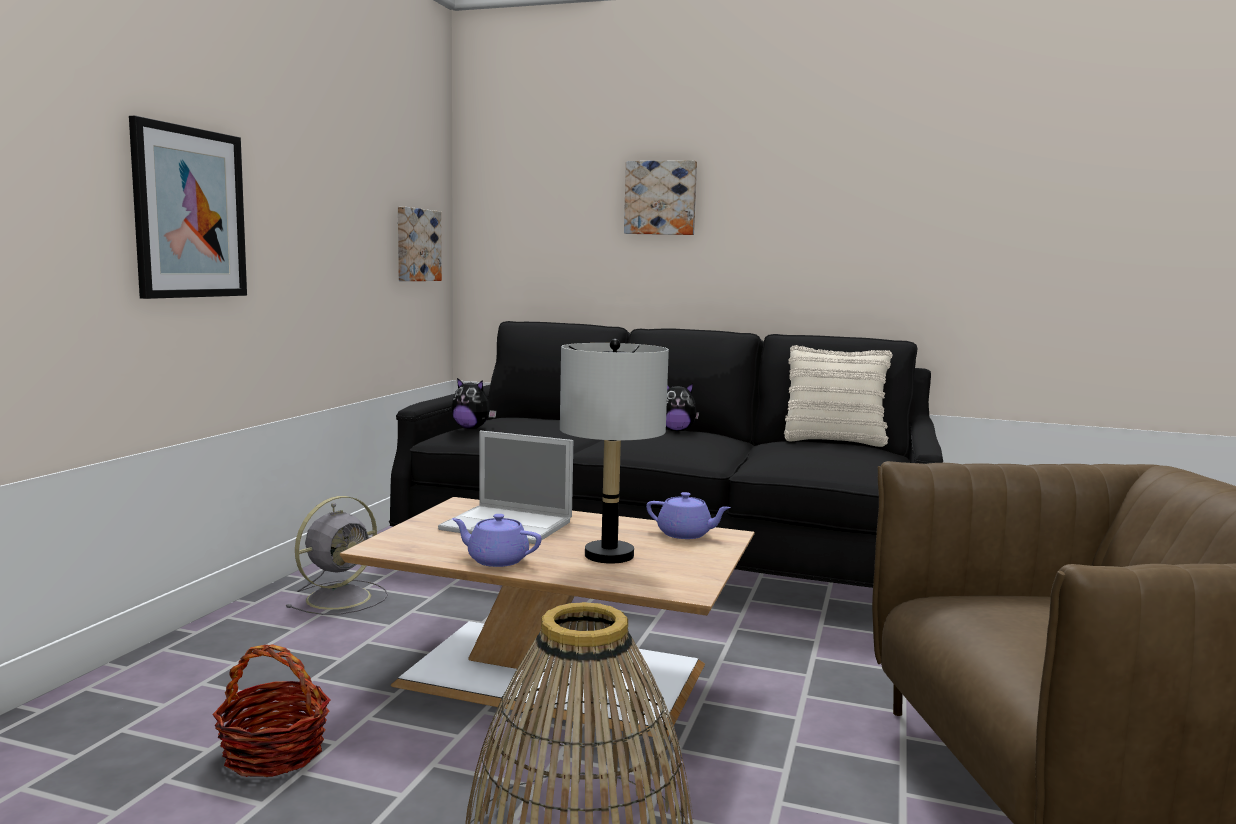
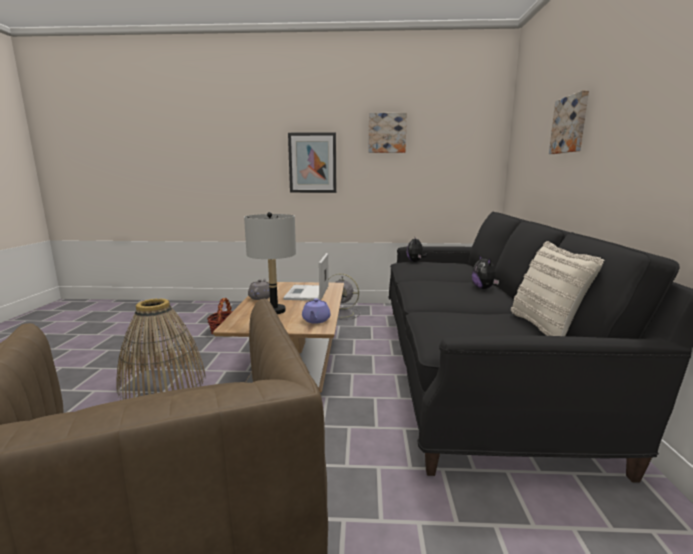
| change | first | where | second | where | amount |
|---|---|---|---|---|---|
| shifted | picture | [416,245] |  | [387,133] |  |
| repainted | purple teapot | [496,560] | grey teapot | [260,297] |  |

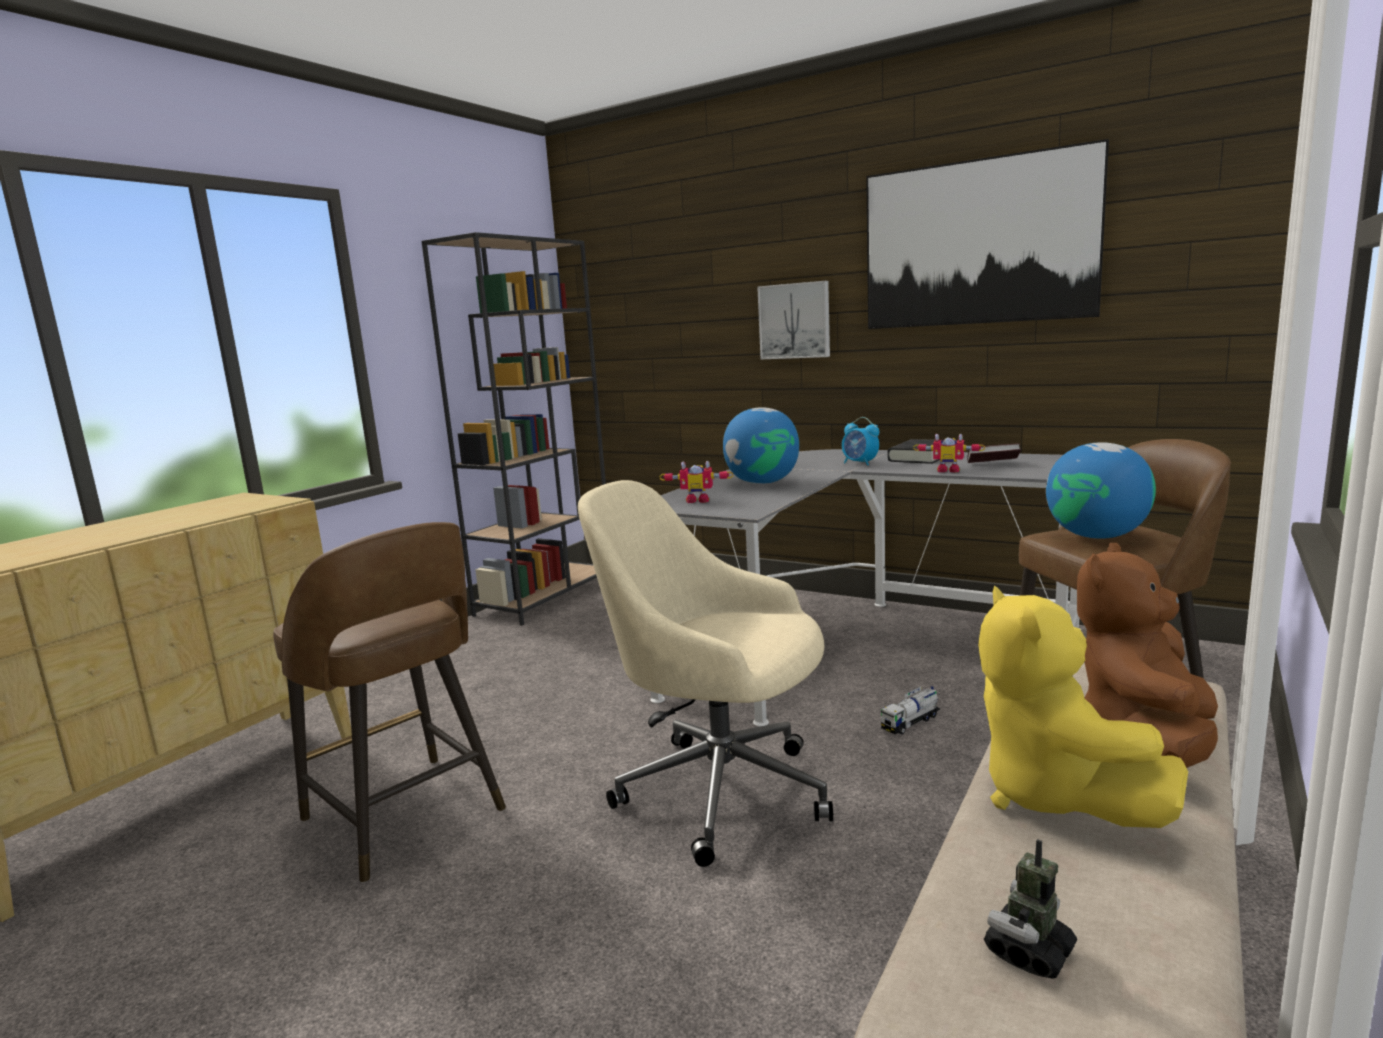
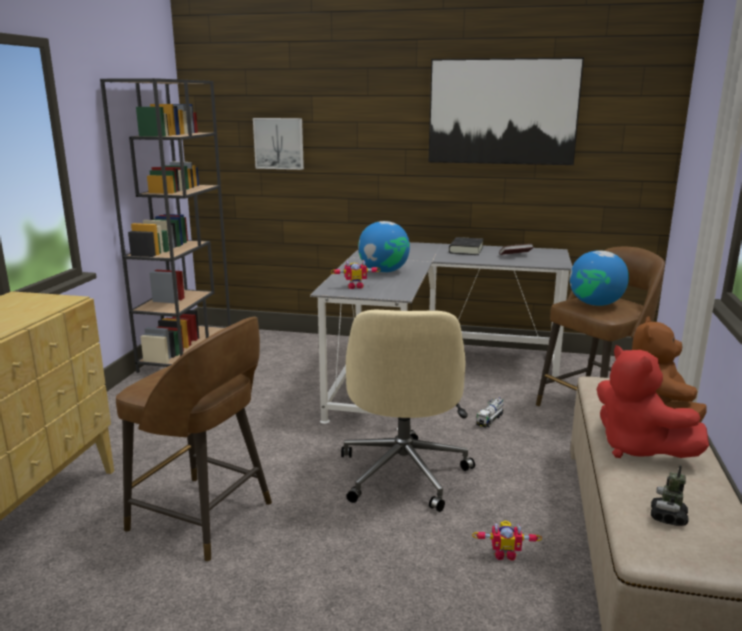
| change | first | where | second | where | amount |
|---|---|---|---|---|---|
| rotated | beige office chair | [720,793] |  | [403,474] | 90 degrees counterclockwise |
| shifted | picture | [795,321] |  | [279,143] |  |
| gone | alarm clock | [860,463] |  |  |  |
| shifted | toy robot | [948,470] |  | [504,553] |  |
| repainted | yellow plush toy | [1054,795] | red plush toy | [637,448] |  |

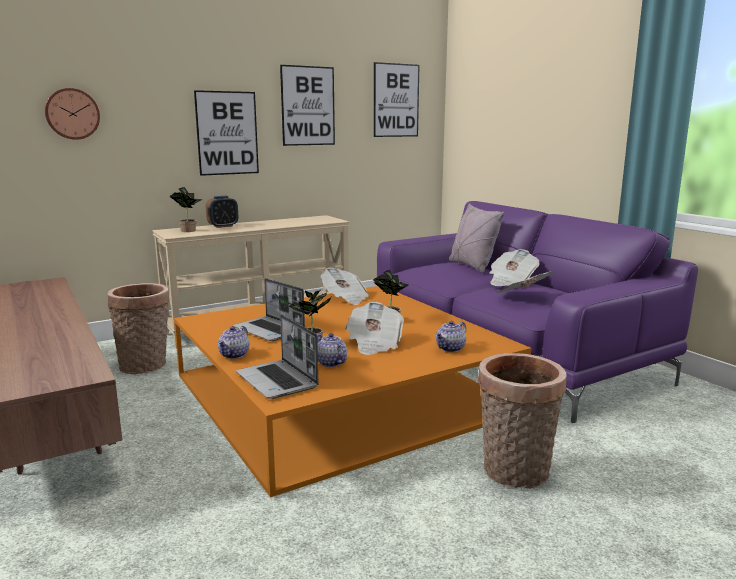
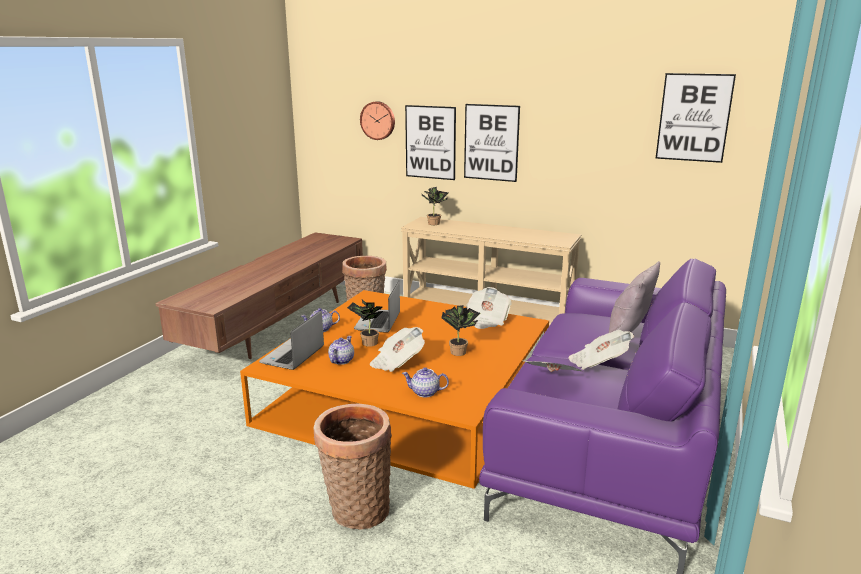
| change | first | where | second | where | amount |
|---|---|---|---|---|---|
| gone | alarm clock | [223,226] |  |  |  |
| shifted | picture | [308,106] |  | [430,142] |  |

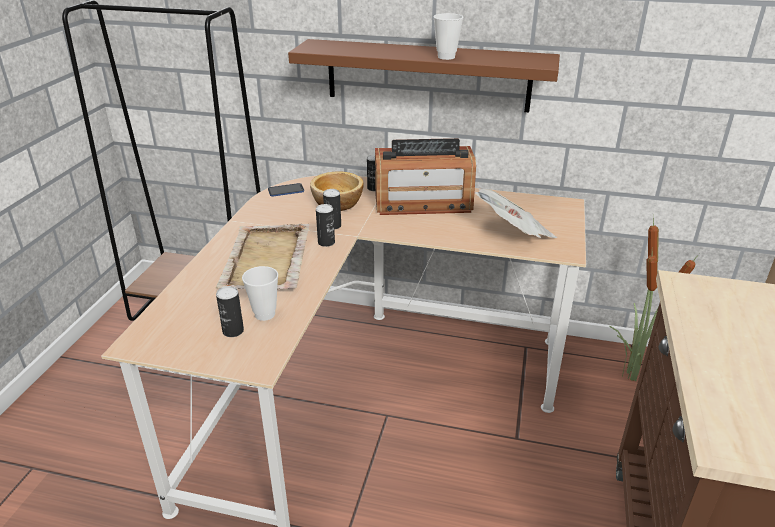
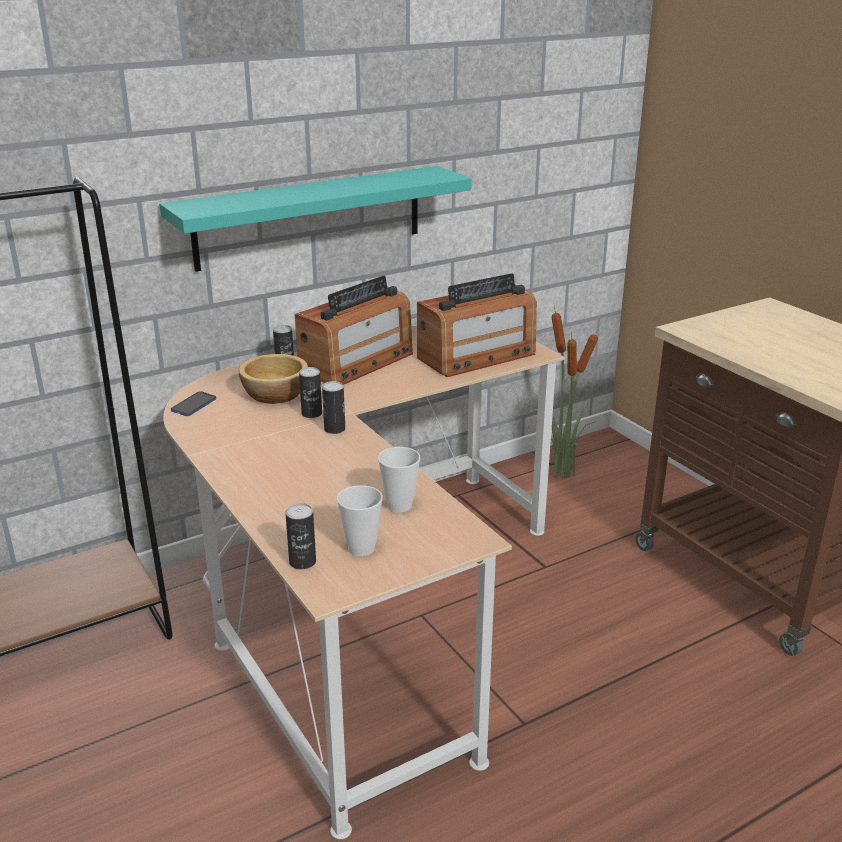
| change | first | where | second | where | amount |
|---|---|---|---|---|---|
| gone | beige tray | [266,260] |  |  |  |
| shifted | can | [233,331] |  | [302,562] |  |
| repainted | brown shelf | [427,75] | turquoise shelf | [310,217] |  |
| shifted | cup | [446,57] |  | [361,548] |  |
| swapped | newspaper | [514,234] | radio | [477,356] |  |

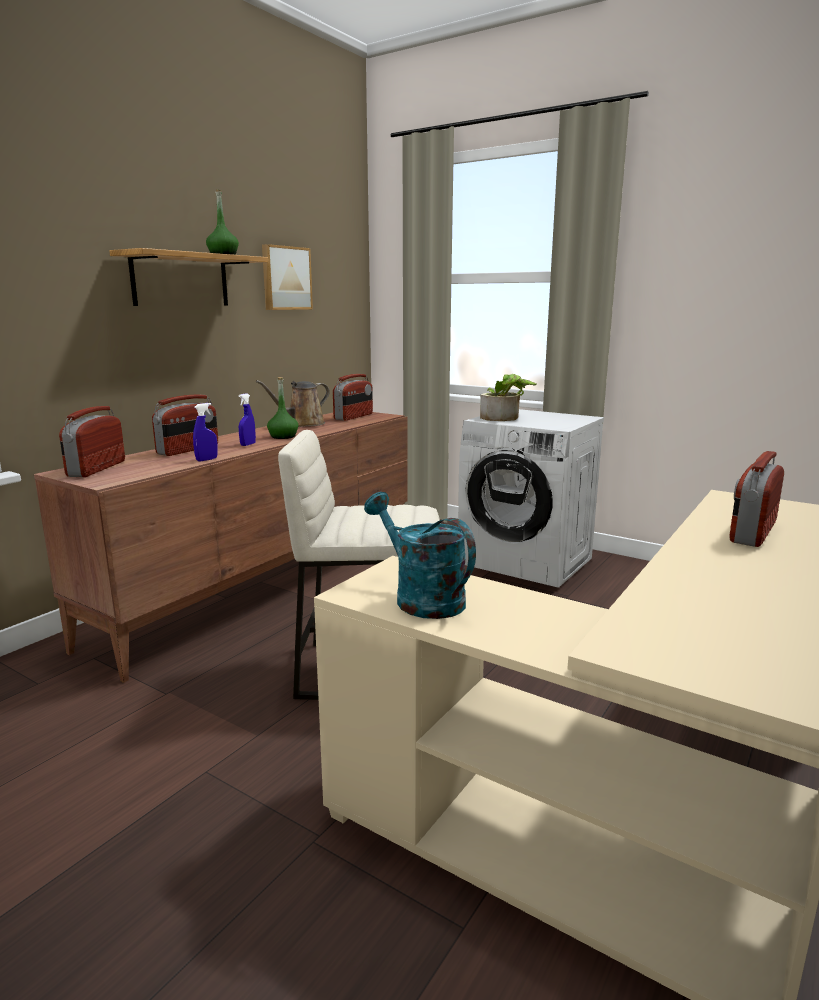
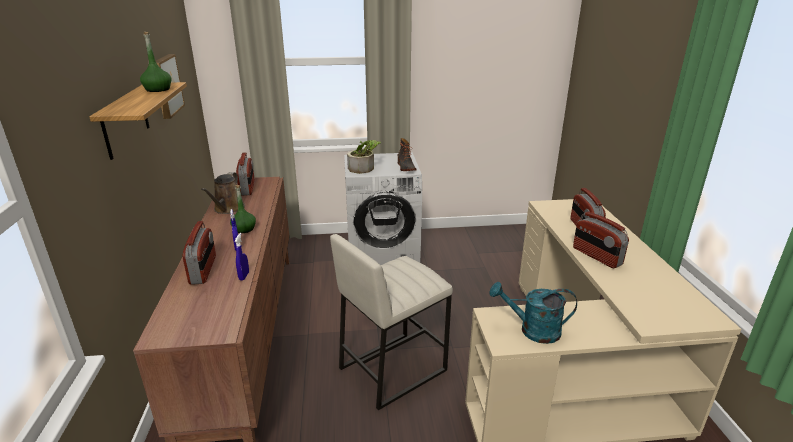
| change | first | where | second | where | amount |
|---|---|---|---|---|---|
| shifted | radio | [96,469] |  | [596,256] |  |
| new |  |  | boot | [405,167] |  |

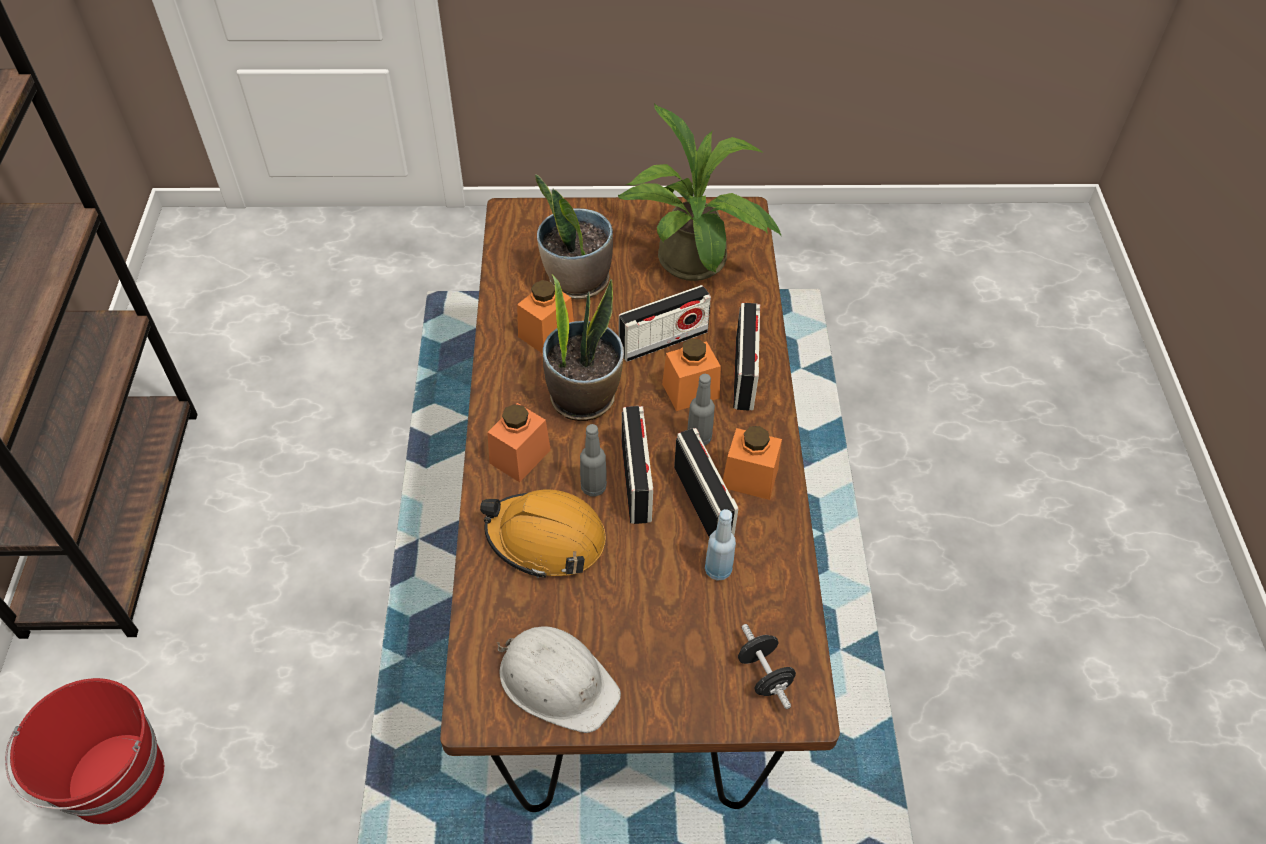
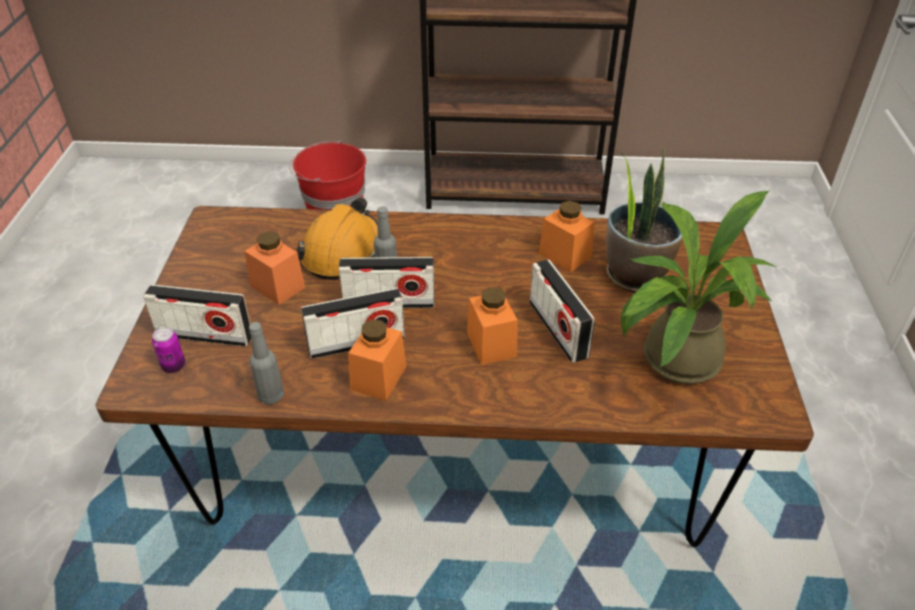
| change | first | where | second | where | amount |
|---|---|---|---|---|---|
| shifted | orange jar | [520,456] |  | [277,286] |  |
| gone | white hard hat | [557,680] |  |  |  |
| gone | potted plant | [583,397] |  |  |  |
| shifted | grey bottle | [699,438] |  | [271,396] |  |
| gone | blue bottle | [718,570] |  |  |  |
| shifted | radio | [744,373] |  | [205,335] |  |
| swapped | black dumbbell | [764,674] | can | [174,366] |  |

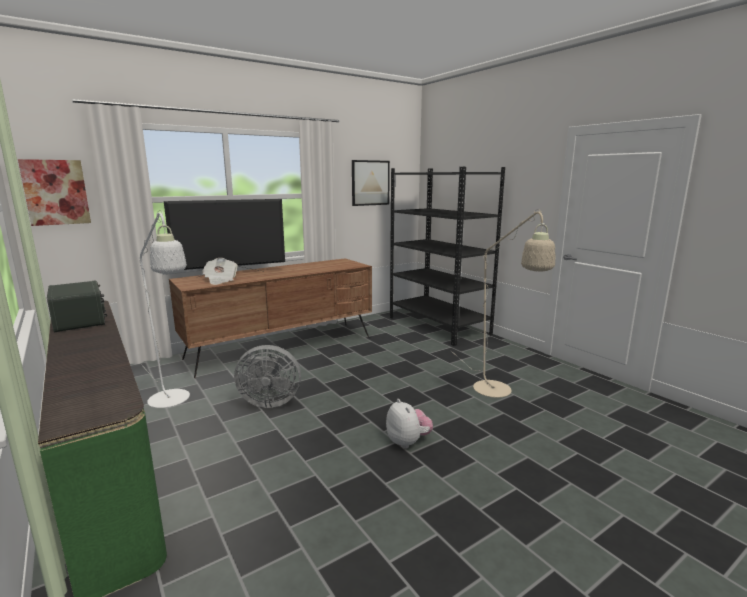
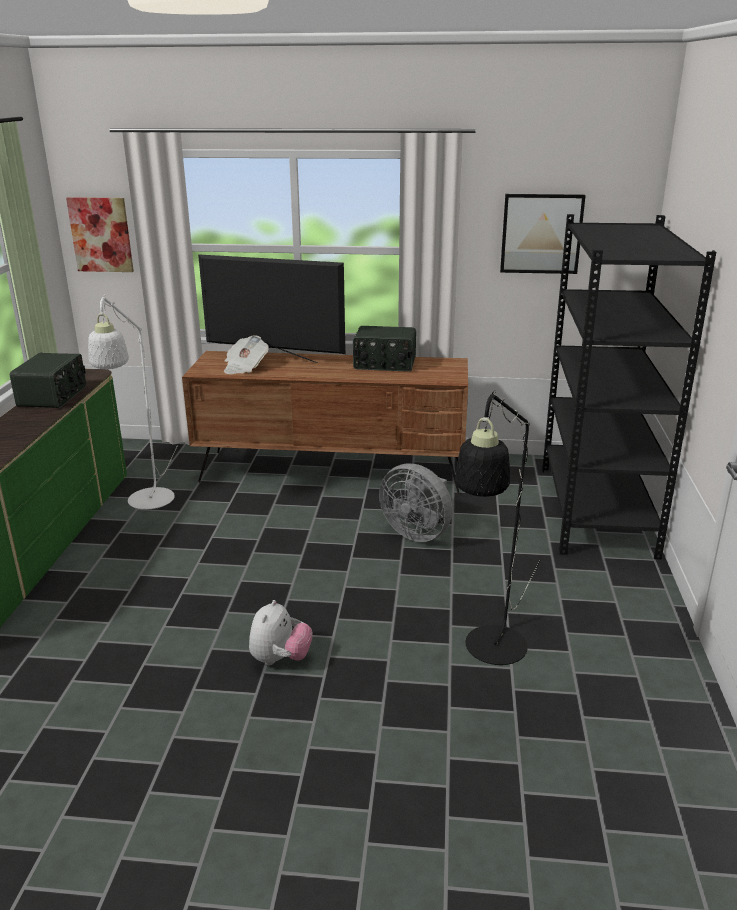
| change | first | where | second | where | amount |
|---|---|---|---|---|---|
| shifted | grey fan | [269,402] |  | [417,532] |  |
| repainted | beige floor lamp | [497,393] | black floor lamp | [491,655] |  |
| new |  |  | radio | [384,364] |  |

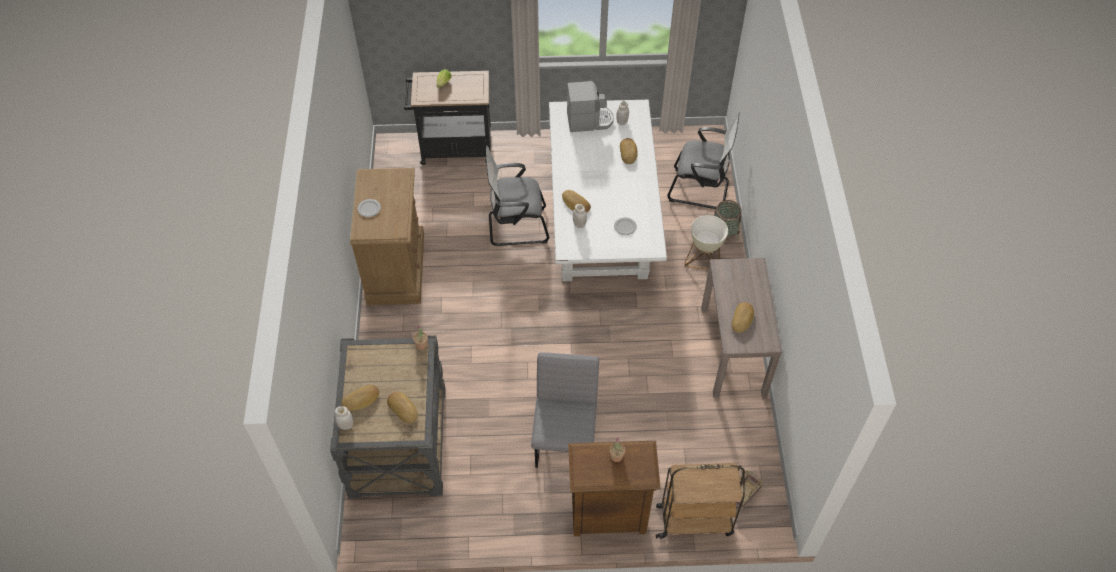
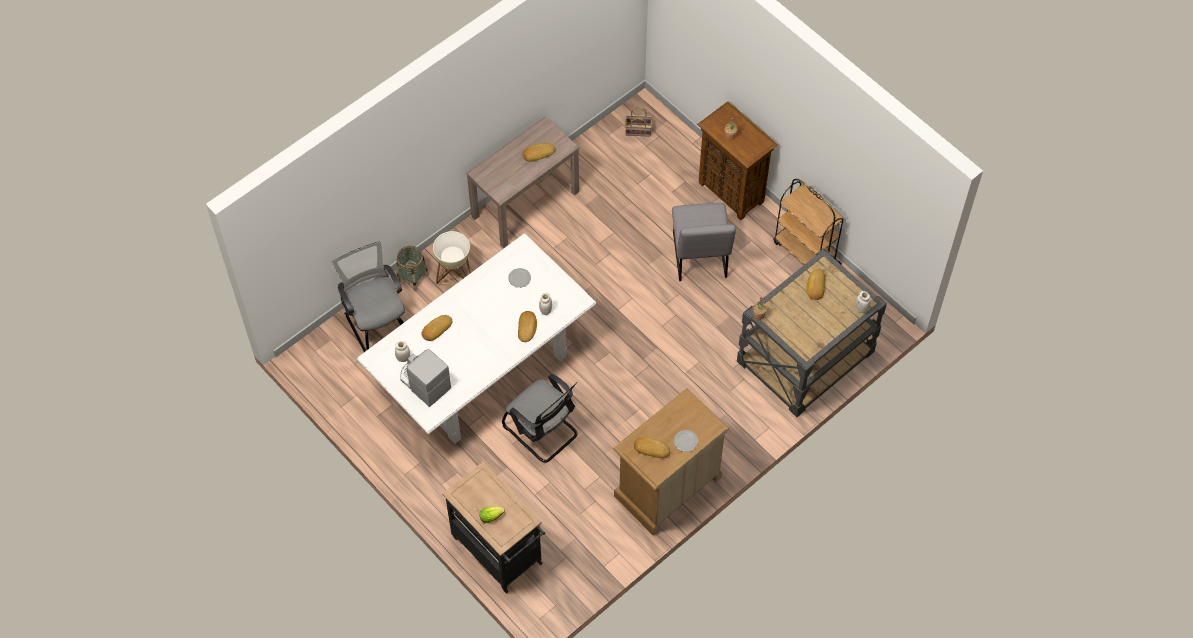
| change | first | where | second | where | amount |
|---|---|---|---|---|---|
| shifted | bread | [361,400] |  | [651,448] |  |
| rotated | grey chair | [565,438] |  | [699,257] | 60 degrees counterclockwise |
| shifted | brown cart | [695,521] |  | [805,252] |  |

